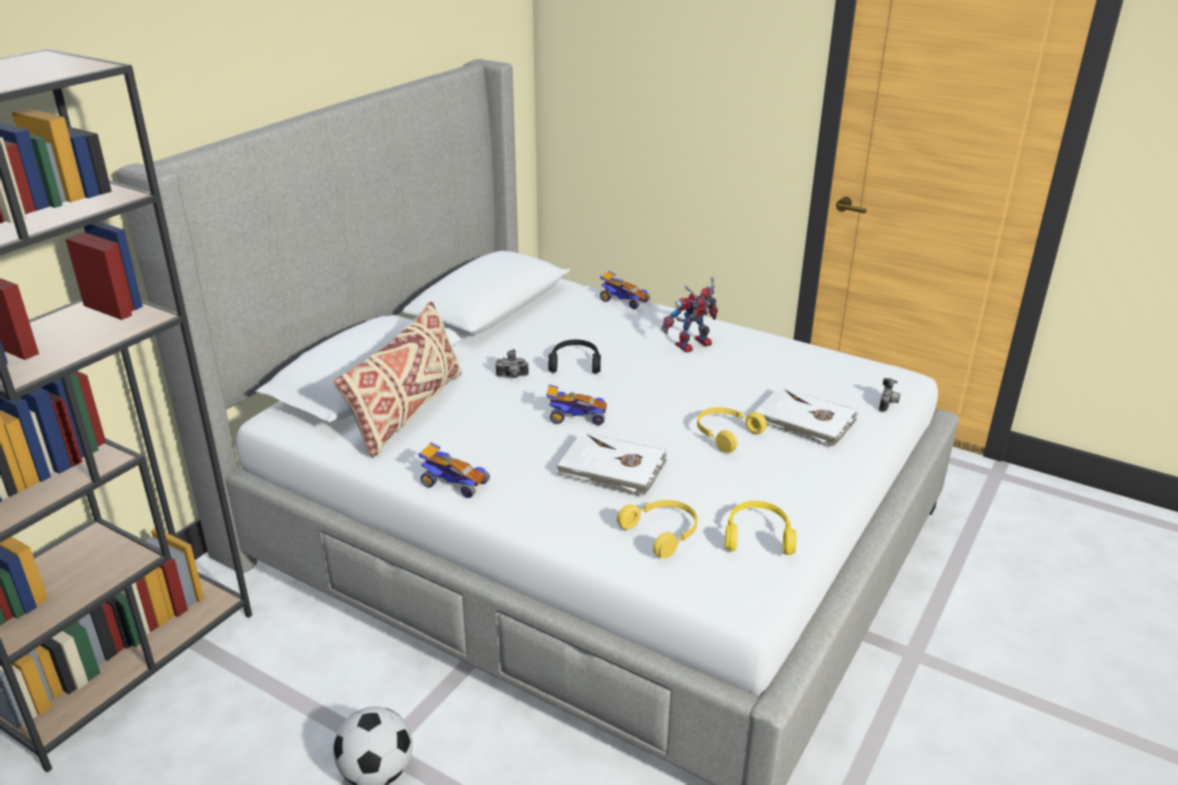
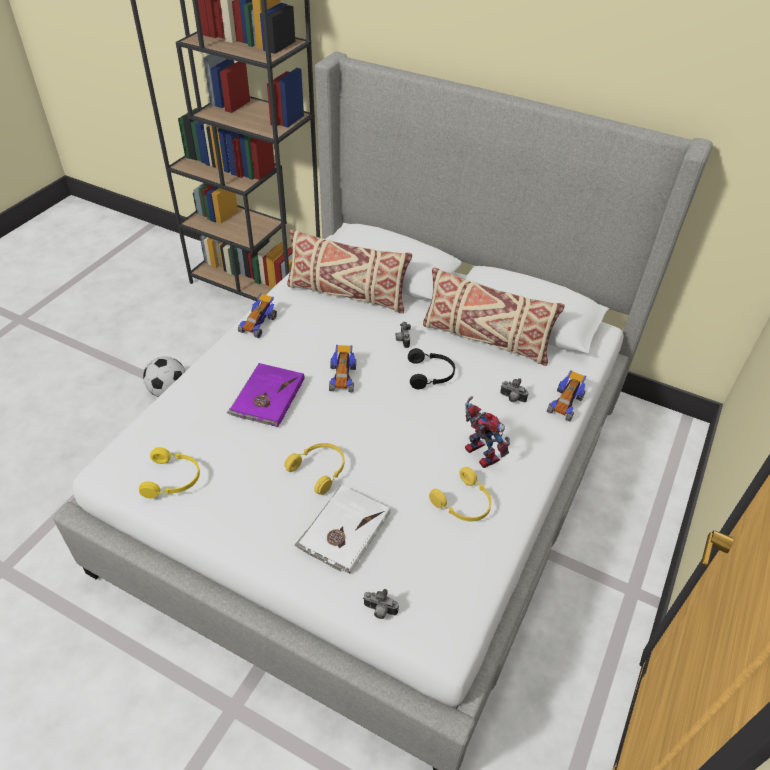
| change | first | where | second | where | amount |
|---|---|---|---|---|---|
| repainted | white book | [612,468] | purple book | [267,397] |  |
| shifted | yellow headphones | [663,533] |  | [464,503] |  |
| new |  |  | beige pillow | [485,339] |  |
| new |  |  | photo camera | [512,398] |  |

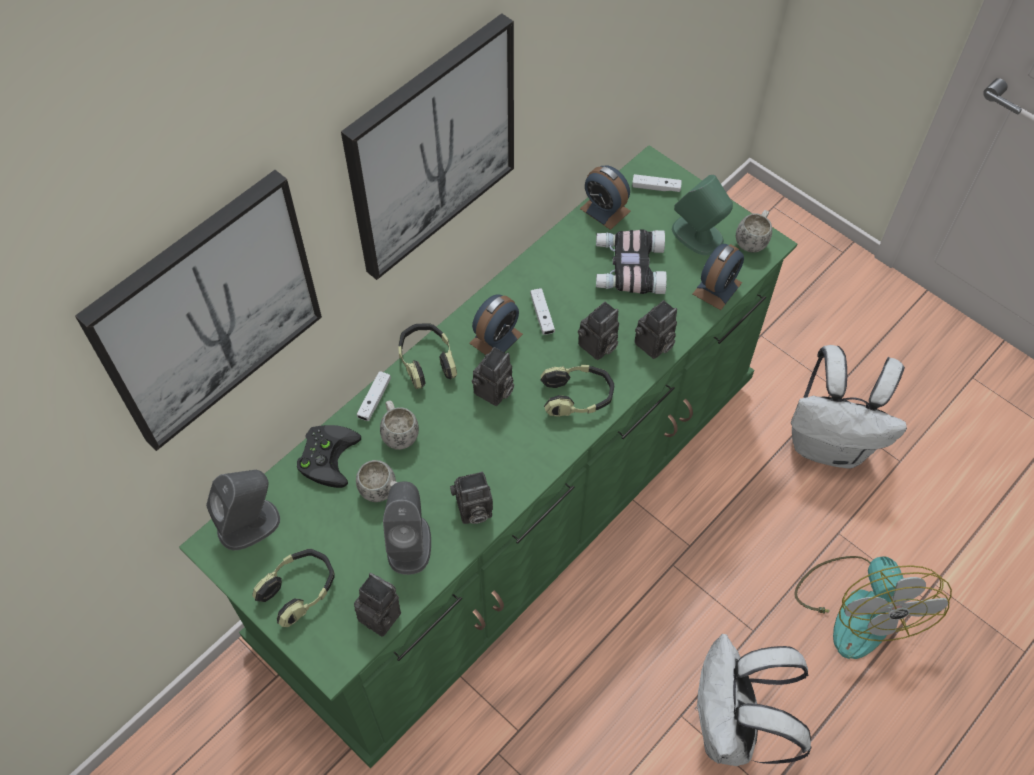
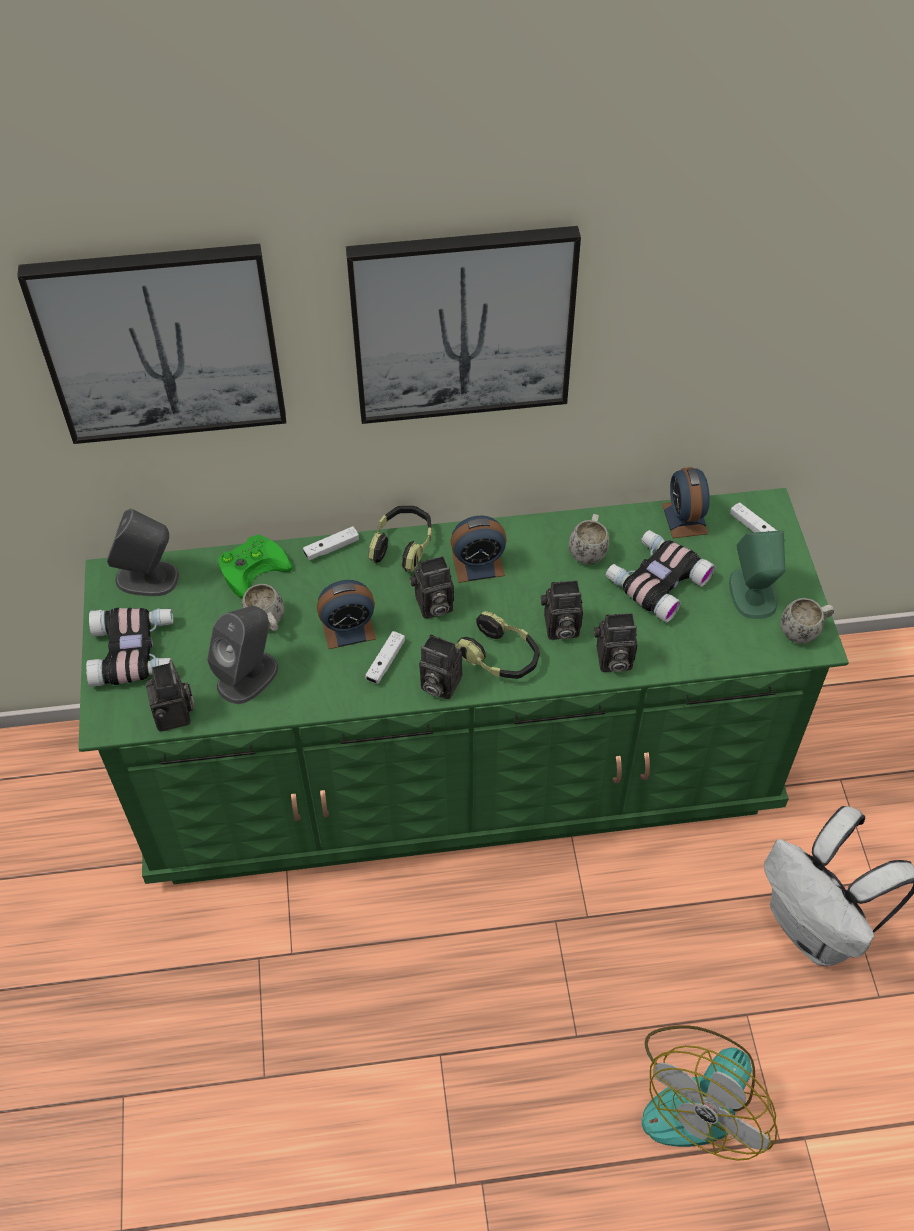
| change | first | where | second | where | amount |
|---|---|---|---|---|---|
| swapped | headphones | [299,590] | binoculars | [135,652] |  |
| repainted | black game controller | [326,455] | green game controller | [253,566] |  |
| shifted | white mug | [398,433] |  | [588,550] |  |
| shifted | photo camera | [472,511] |  | [438,684] |  |
| shifted | white game controller | [542,315] |  | [385,662] |  |
| shifted | alarm clock | [717,288] |  | [348,629] |  |
| gone | white backpack | [731,728] |  |  |  |

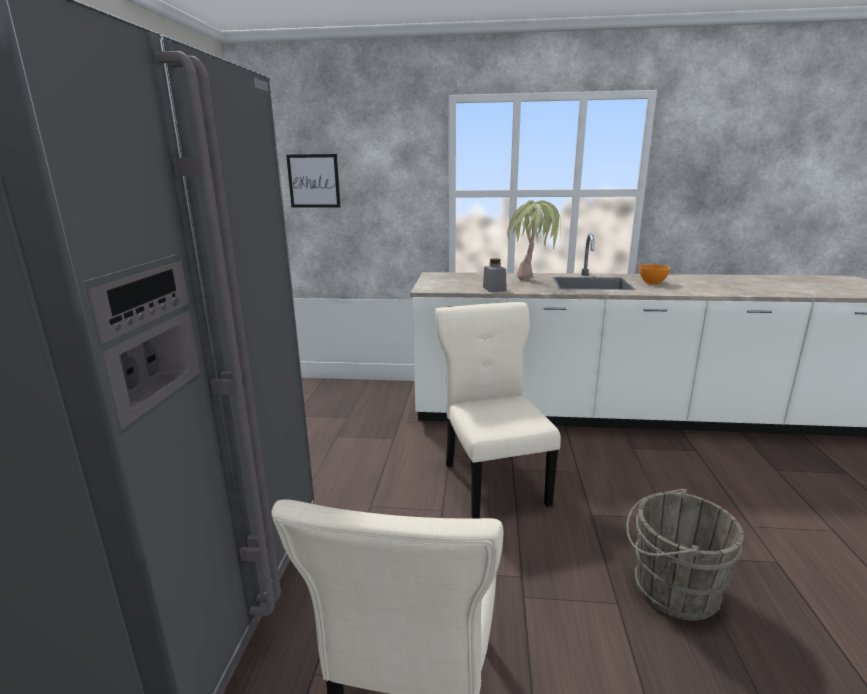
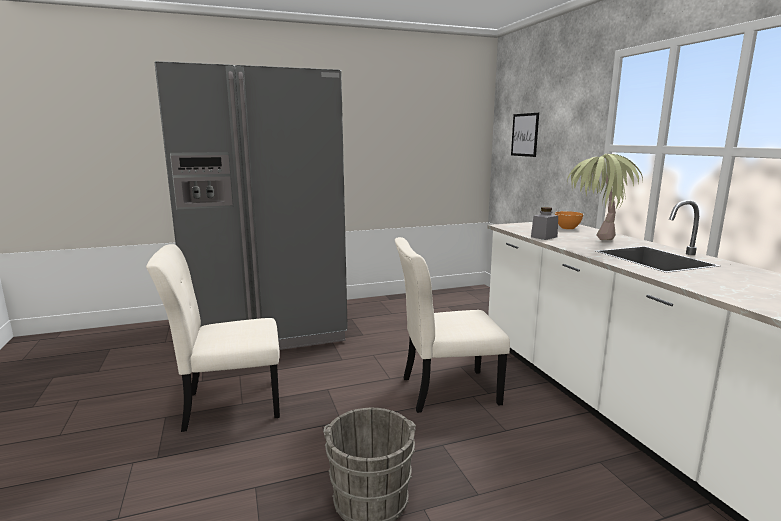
| change | first | where | second | where | amount |
|---|---|---|---|---|---|
| rotated | beige chair | [493,481] |  | [445,391] | 150 degrees counterclockwise |
| shifted | orange bowl | [652,282] |  | [567,228] |  |

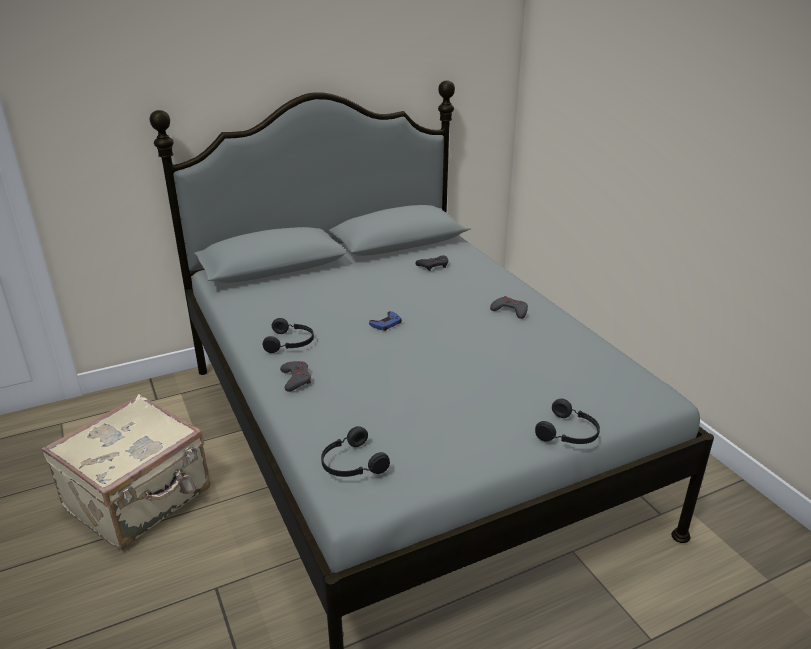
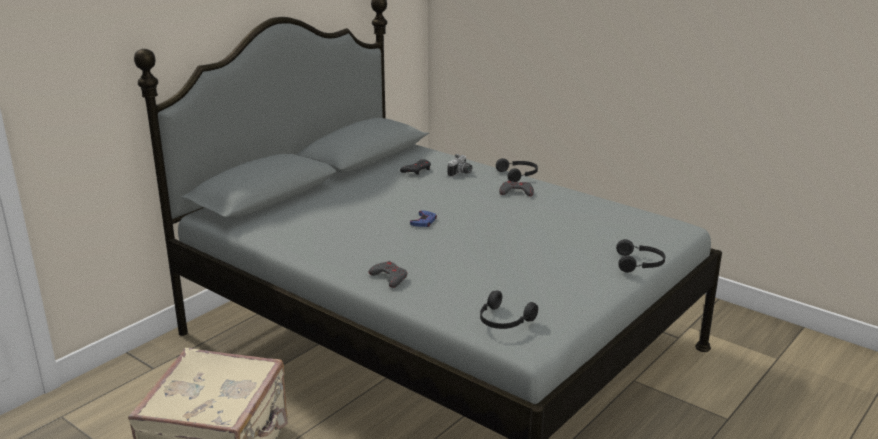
| change | first | where | second | where | amount |
|---|---|---|---|---|---|
| shifted | black headphones | [290,343] |  | [518,175] |  |
| new |  |  | photo camera | [461,173] |  |

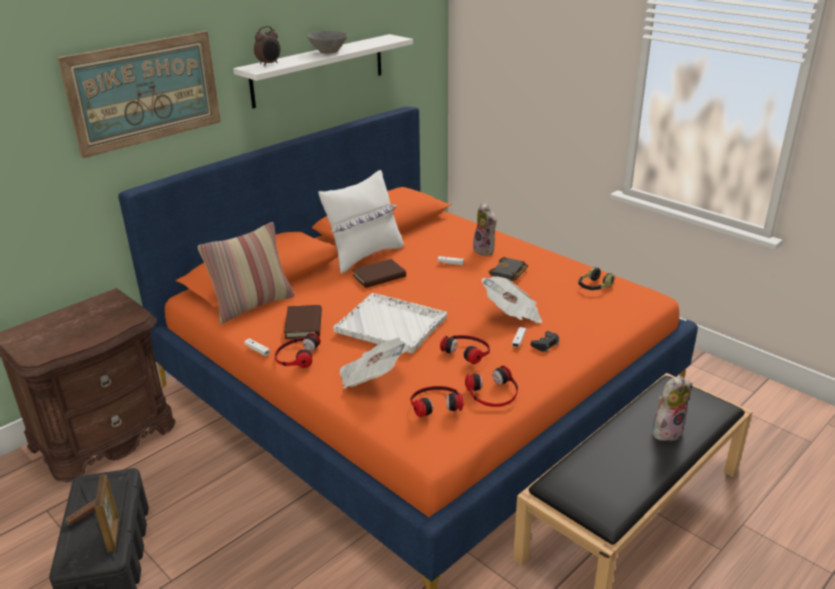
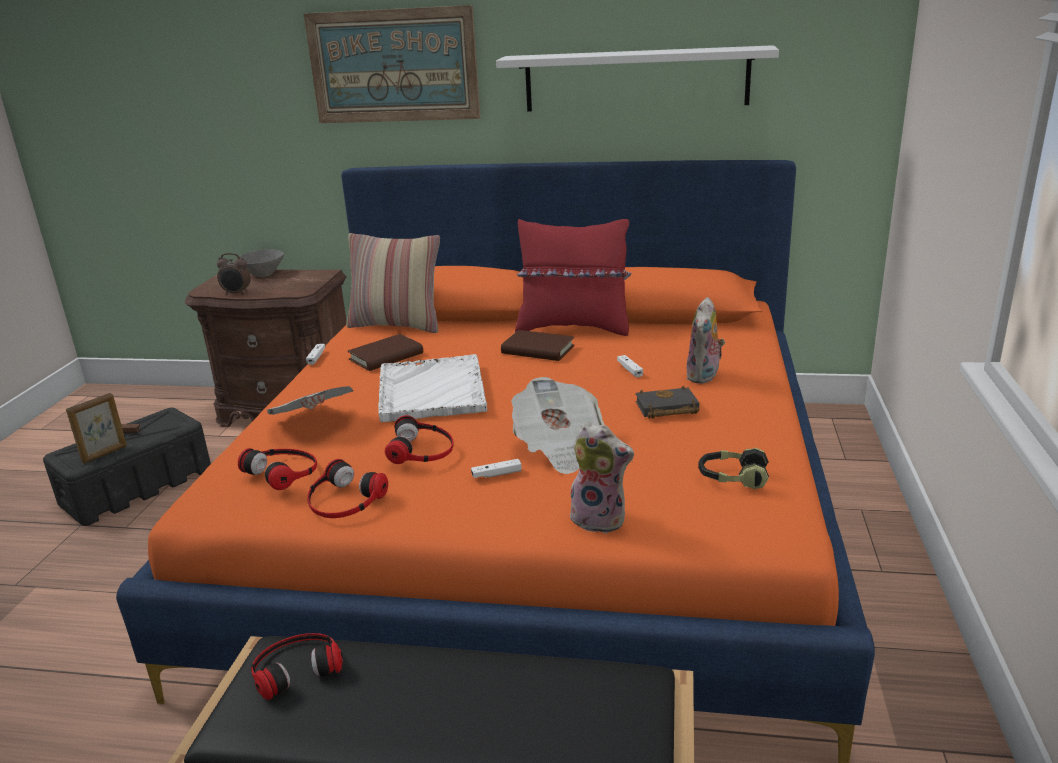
| change | first | where | second | where | amount |
|---|---|---|---|---|---|
| shifted | alarm clock | [269,64] |  | [237,294] |  |
| shifted | headphones | [296,356] |  | [296,667] |  |
| shifted | grey bowl | [328,52] |  | [263,274] |  |
| repainted | white pillow | [364,255] | red pillow | [574,328] |  |
| gone | black game controller | [545,344] |  |  |  |
| shifted | plush toy | [666,430] |  | [601,519] |  |

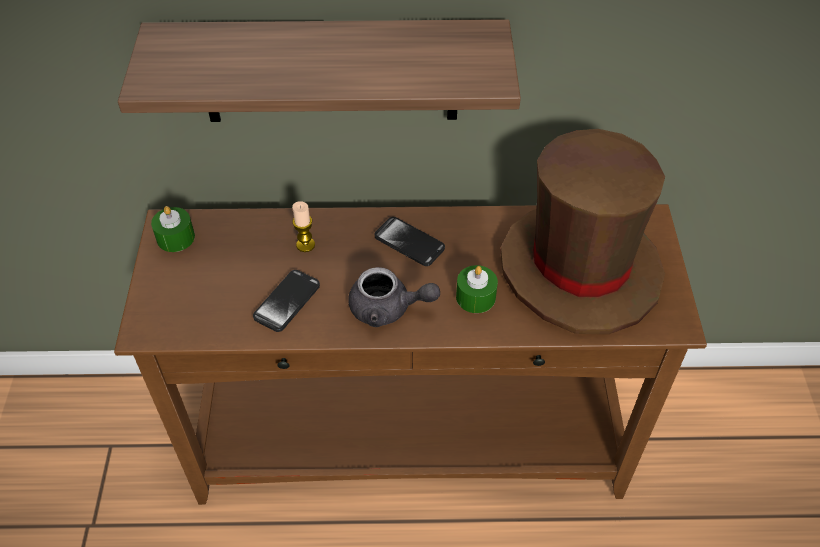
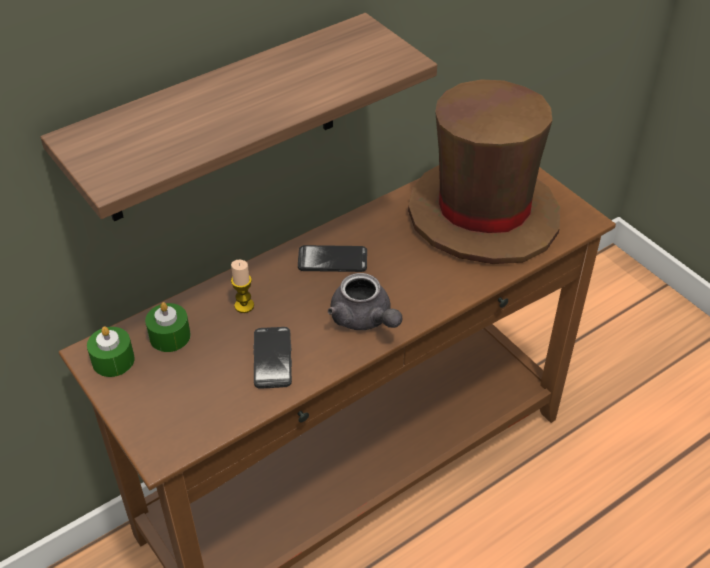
| change | first | where | second | where | amount |
|---|---|---|---|---|---|
| rotated | grey teapot | [388,309] |  | [364,319] | 75 degrees clockwise |
| shifted | green candle | [475,297] |  | [170,336] |  |

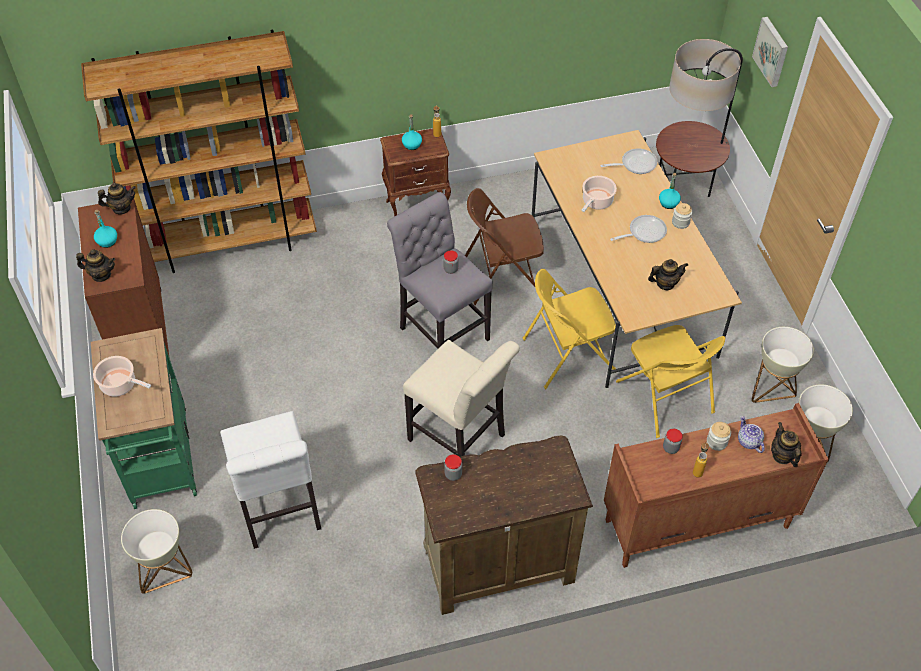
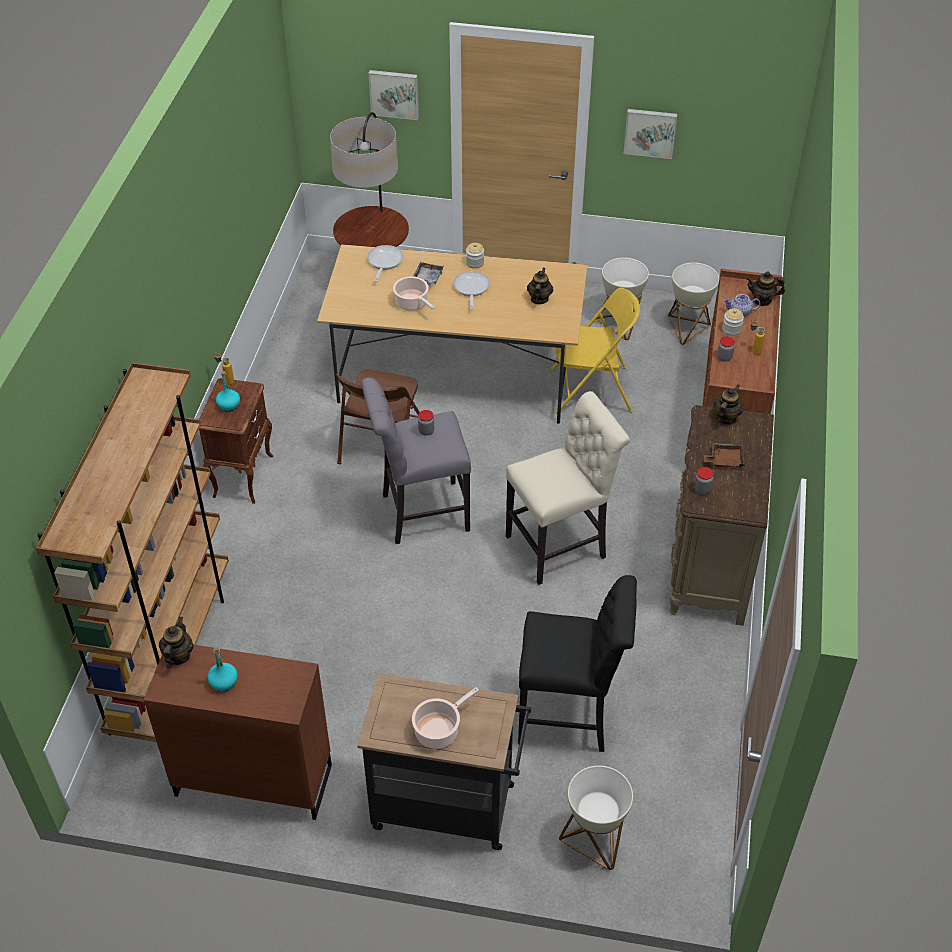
| change | first | where | second | where | amount |
|---|---|---|---|---|---|
| shifted | teapot | [101,275] |  | [725,418] |  |
| repainted | green cart | [161,461] | black cart | [448,808] |  |
| repainted | white stool | [279,512] | black stool | [570,717] |  |
| gone | yellow chair | [568,354] |  |  |  |
| gone | turquoise bottle | [668,203] |  |  |  |
| new |  |  | grey tray | [428,278] |  |
| new |  |  | picture | [650,132] |  |
| new |  |  | brown tray | [725,460] |  |

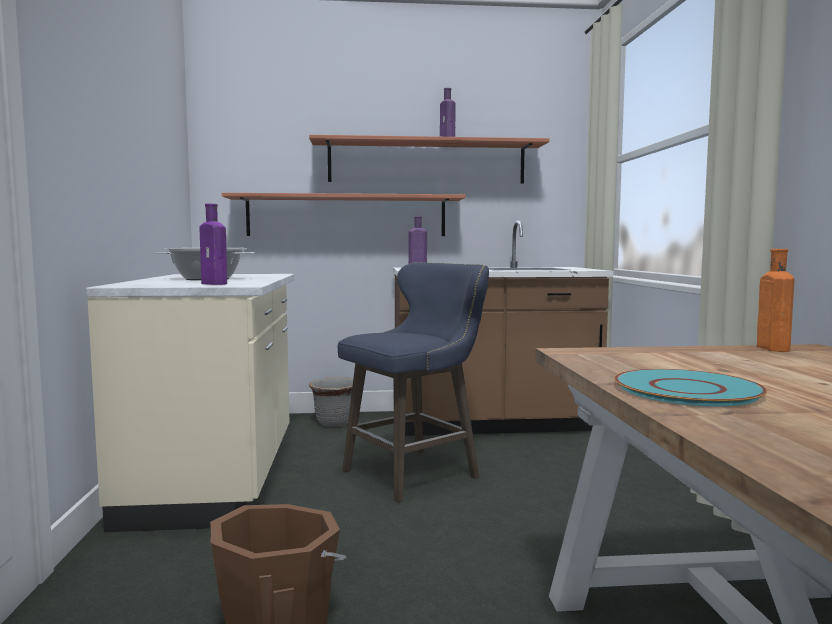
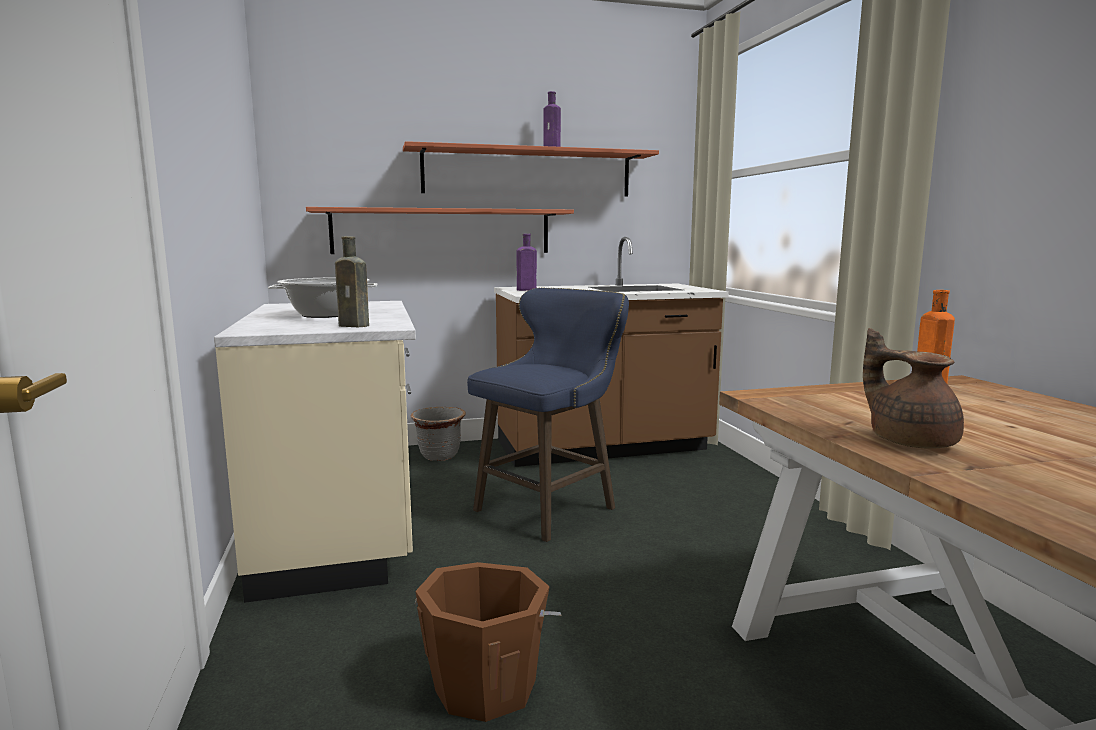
| change | first | where | second | where | amount |
|---|---|---|---|---|---|
| repainted | purple bottle | [215,284] | brown bottle | [356,325] |  |
| swapped | turquoise plate | [687,389] | brown teapot | [909,441] |  |

